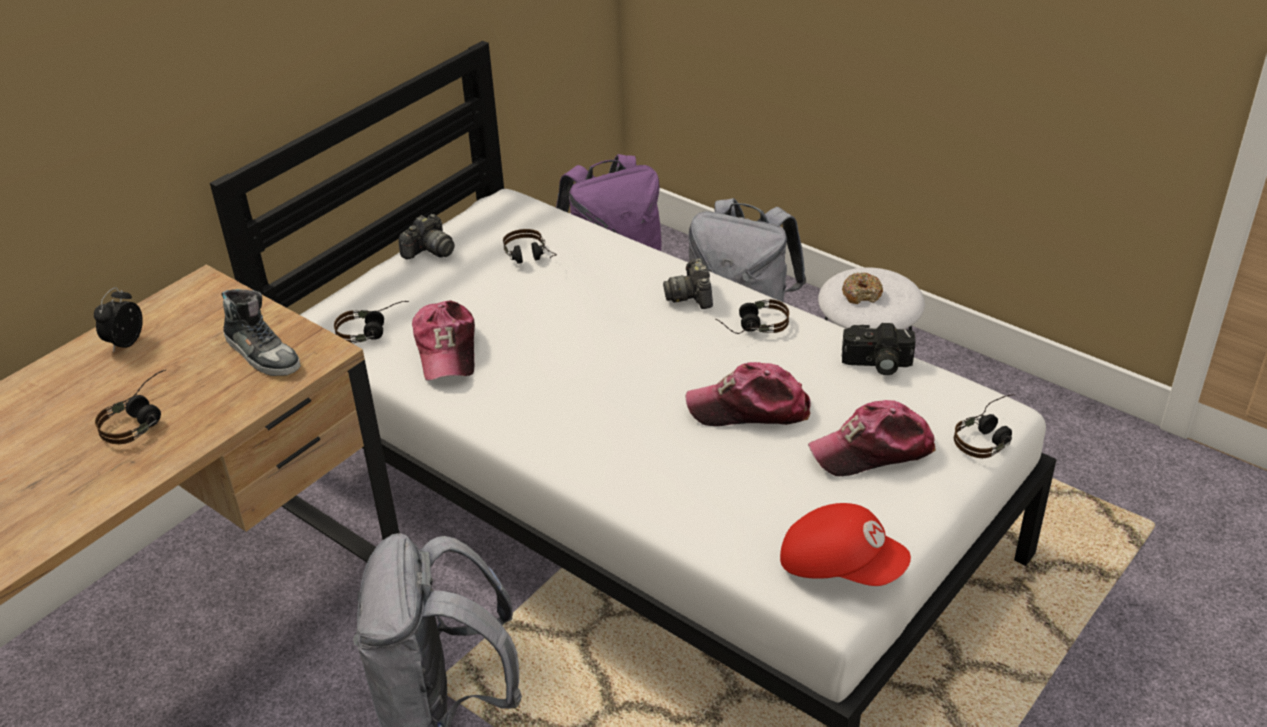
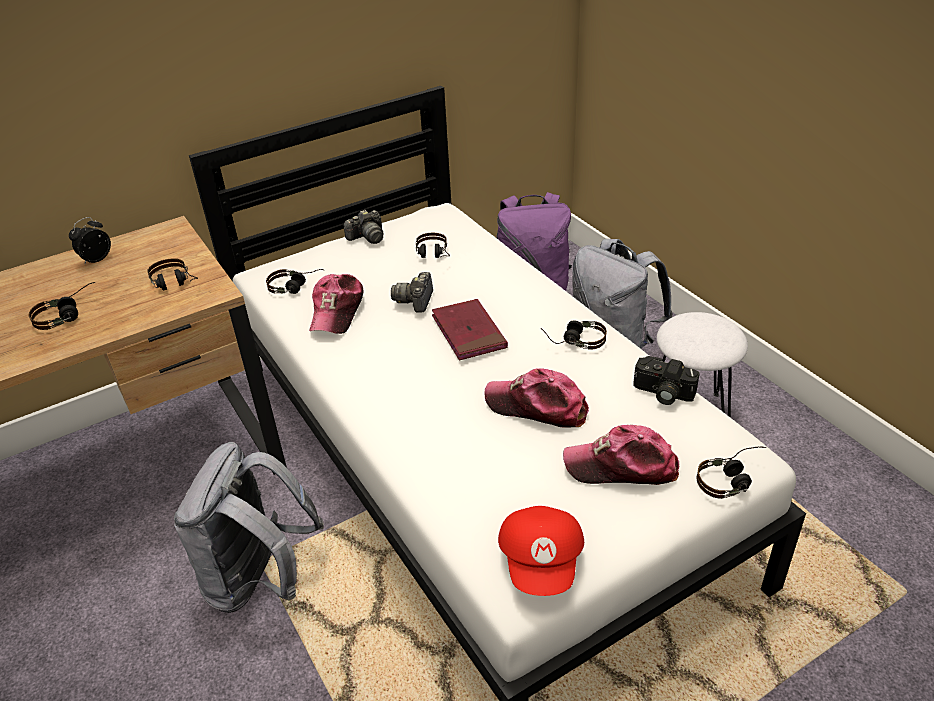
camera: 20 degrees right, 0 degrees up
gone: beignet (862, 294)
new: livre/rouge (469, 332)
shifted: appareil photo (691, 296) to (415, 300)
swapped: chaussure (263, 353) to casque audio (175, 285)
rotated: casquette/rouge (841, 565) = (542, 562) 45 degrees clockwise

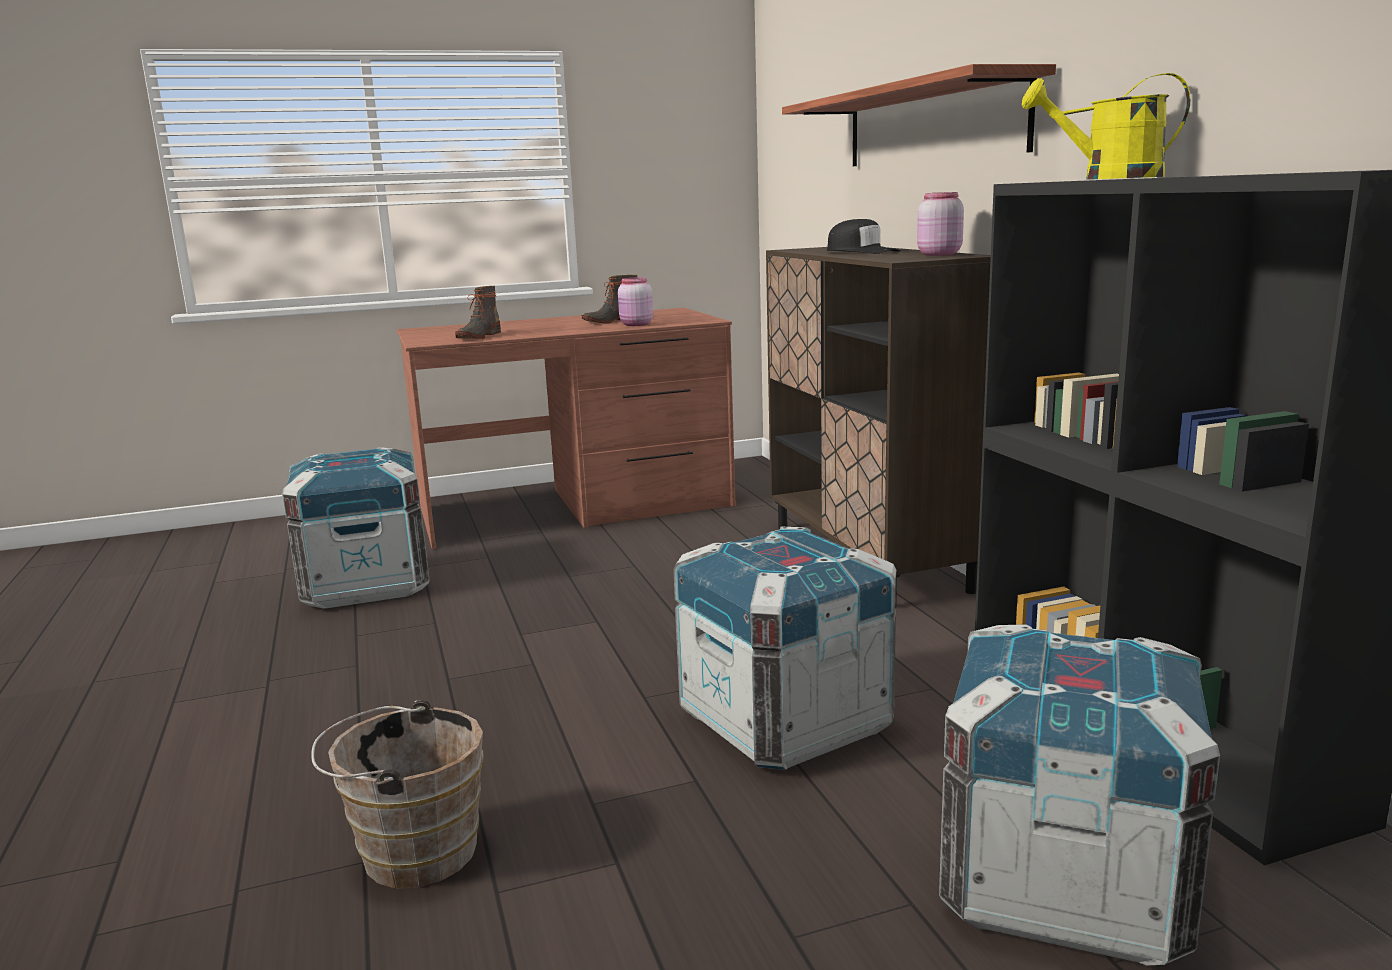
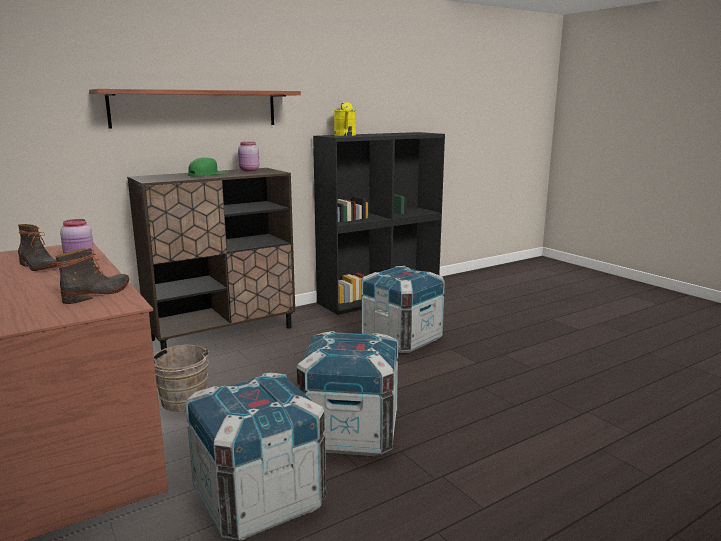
camera: 105 degrees left, 0 degrees up
shifted: caisse (1064, 883) to (350, 433); seau/marron (411, 852) to (183, 403)
repainted: casquette/noir (861, 252) to casquette/vert (207, 175)
rotated: botte (478, 336) = (98, 293) 60 degrees counterclockwise

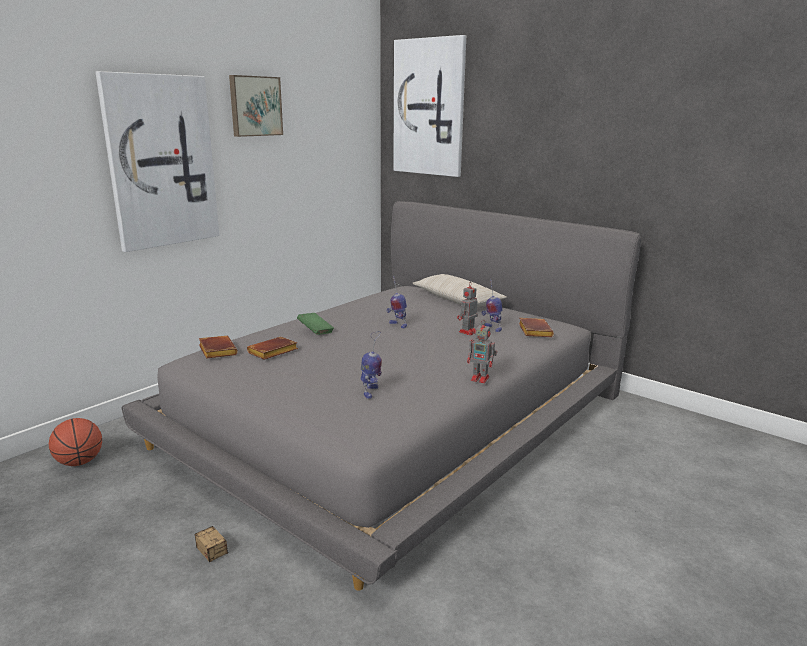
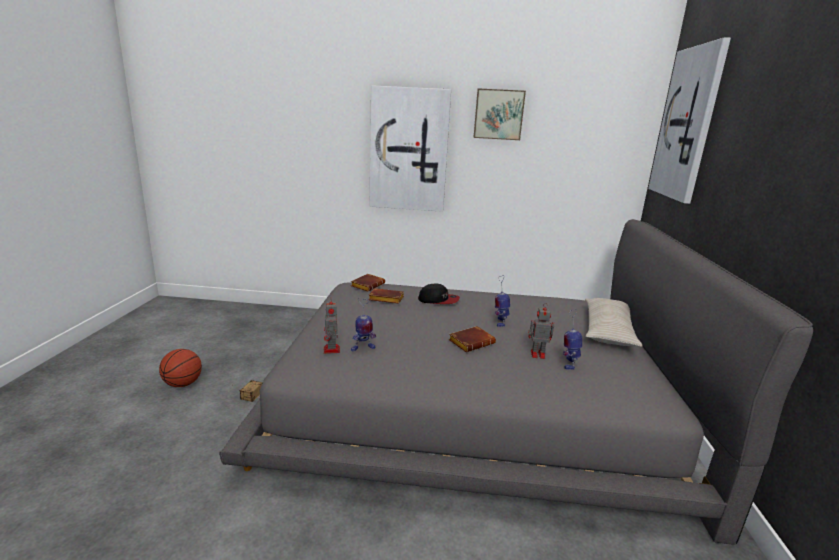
camera: 55 degrees right, 0 degrees up
shifted: livre/marron (533, 331) to (471, 342); robot jouet (481, 378) to (331, 350); ballon de basket (79, 462) to (183, 384)
swapped: livre/vert (315, 332) to casquette (438, 300)

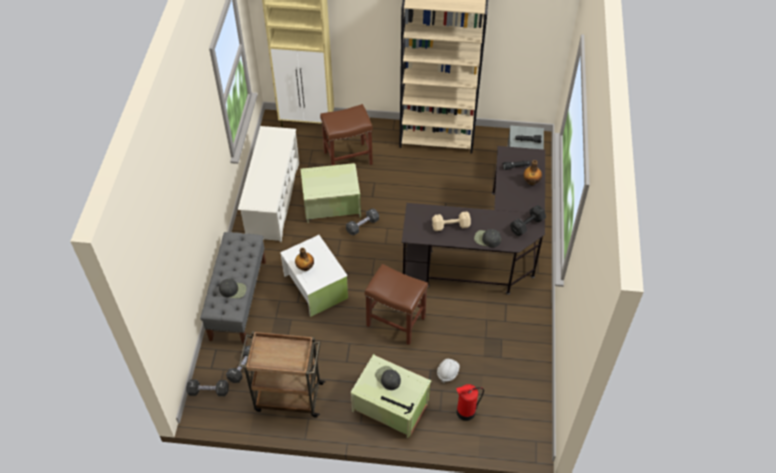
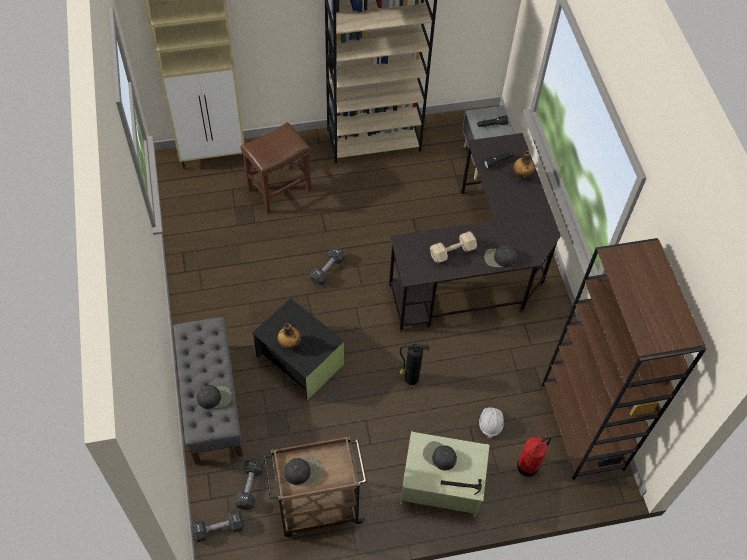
camera: 20 degrees left, 5 degrees up
gone: étagère à chaussures/blanc (273, 199); boîte de rangement/vert (331, 204); haltère/noir (526, 225)
new: bibliothèque/marron (583, 426); casquette/noir (303, 471)
swapped: tabouret/marron (396, 321) to extincteur (410, 378)
repainted: boîte de rangement/blanc (316, 286) to boîte de rangement/noir (300, 359)

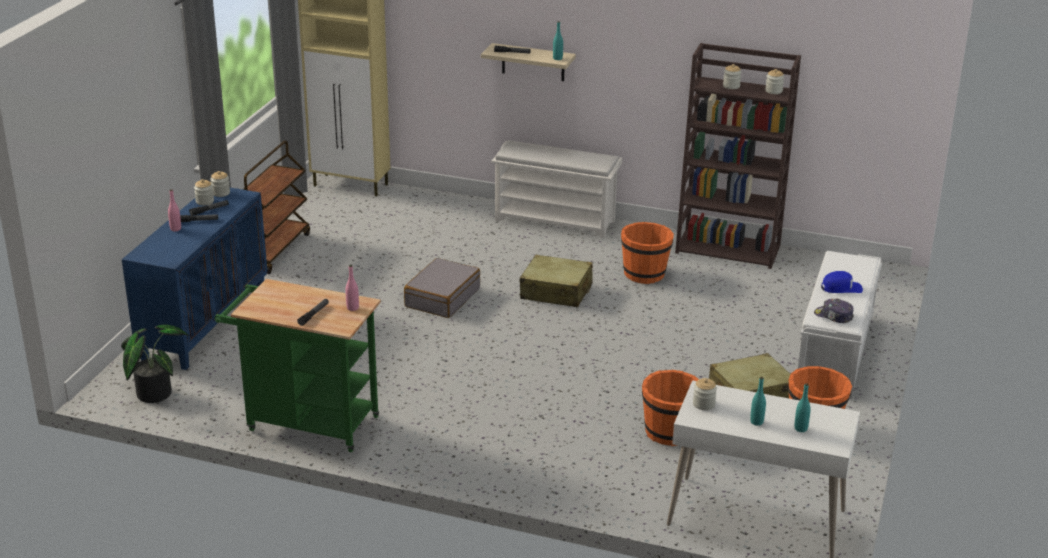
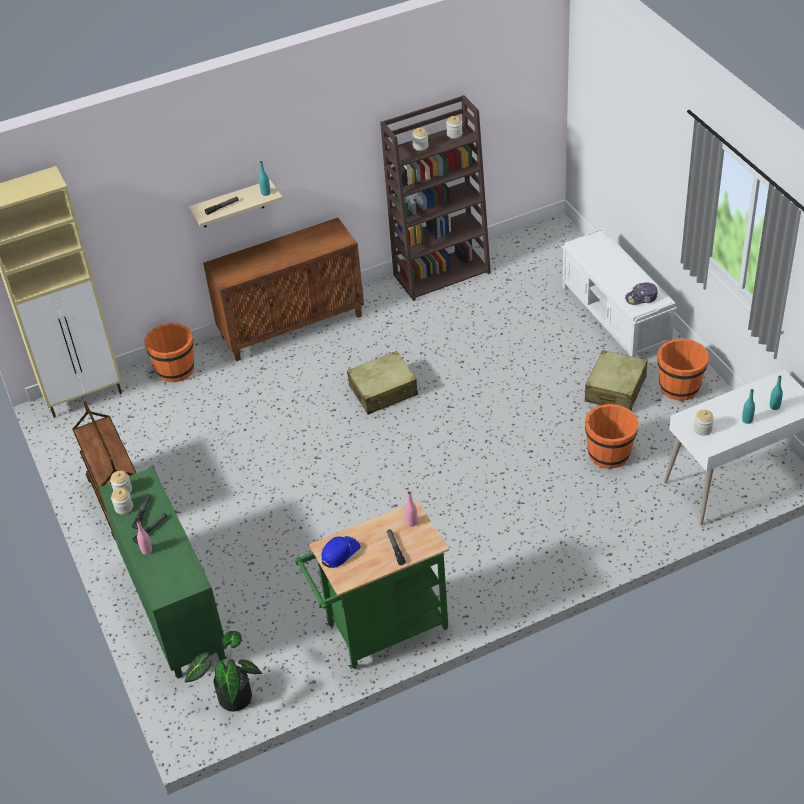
camera: 40 degrees left, 15 degrees up
gone: valise/gris (442, 298)
shifted: seau/orange (645, 274) to (175, 369); casquette/bleu (841, 288) to (340, 553)
swapped: étagère à chaussures/blanc (556, 220) to meuble de rangement/marron (292, 325)
repainted: meuble de rangement/bleu (204, 323) to meuble de rangement/vert (172, 608)

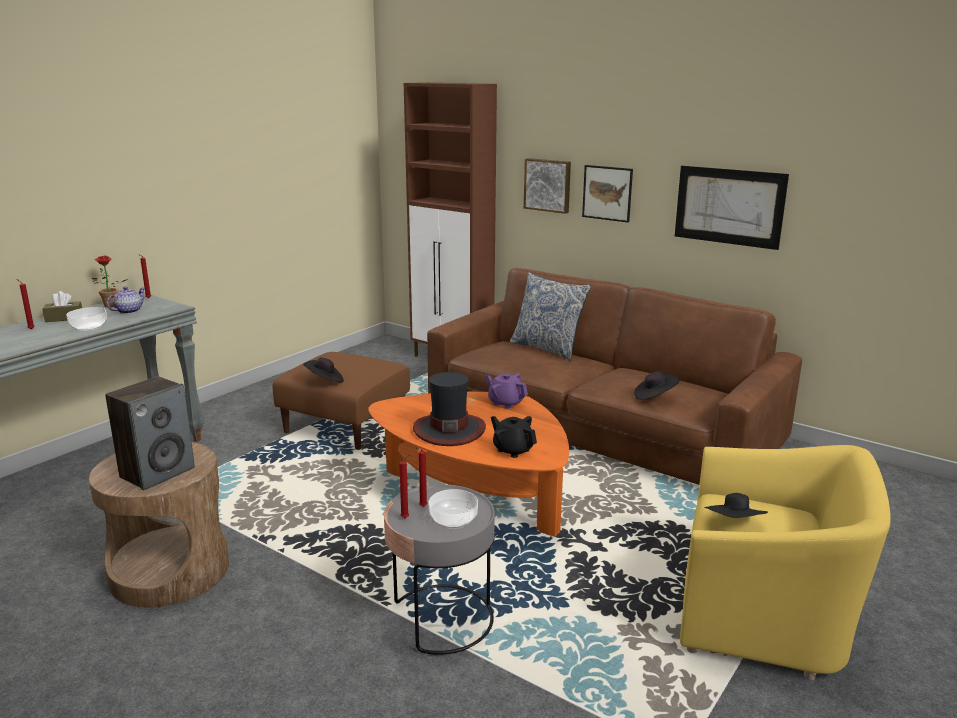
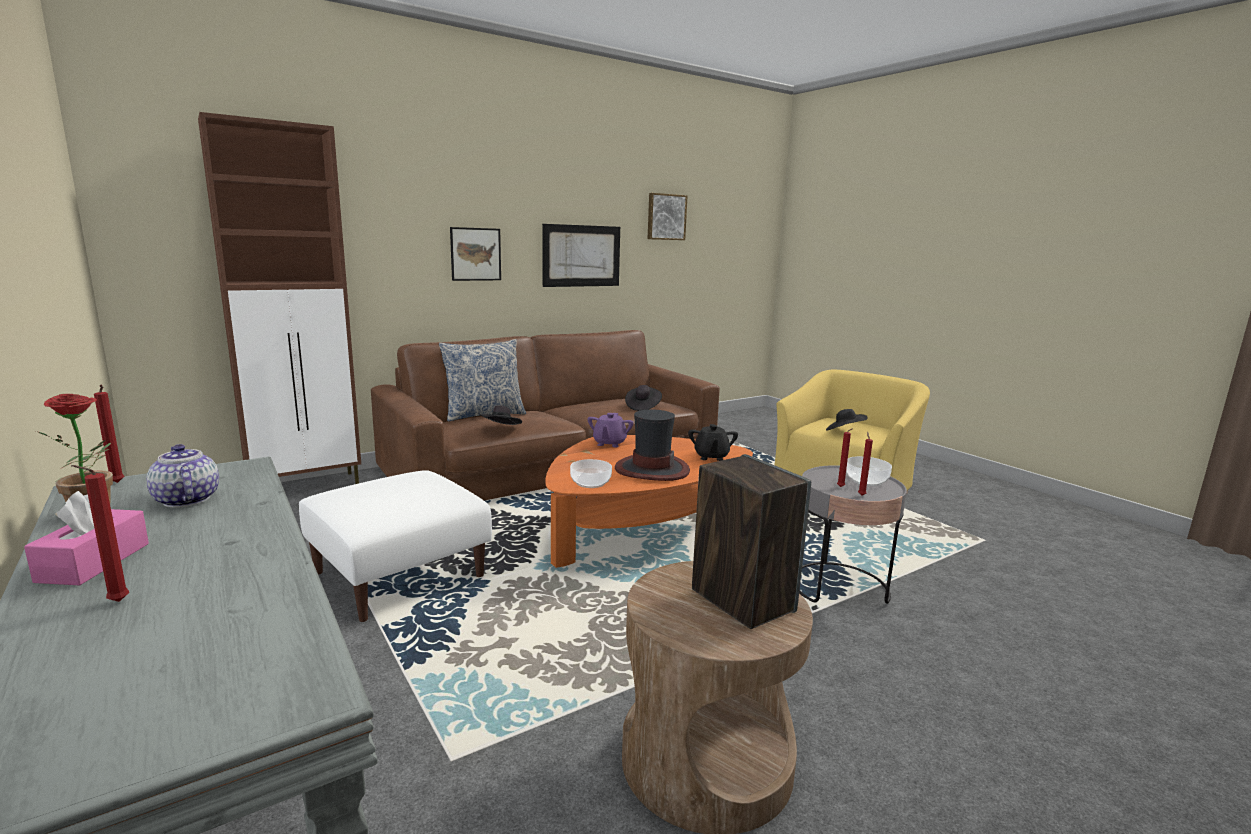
camera: 70 degrees left, 5 degrees down
shifted: tableau (548, 185) to (666, 217); bol (89, 327) to (590, 482); chapeau/noir (324, 381) to (501, 429)
repainted: boîte à mouchoirs/marron (64, 318) to boîte à mouchoirs/rose (94, 562); pouf/marron (344, 425) to pouf/blanc (398, 575)
rotated: théière/violet (505, 403) = (609, 443) 45 degrees counterclockwise; théière/noir (513, 450) = (711, 457) 60 degrees counterclockwise

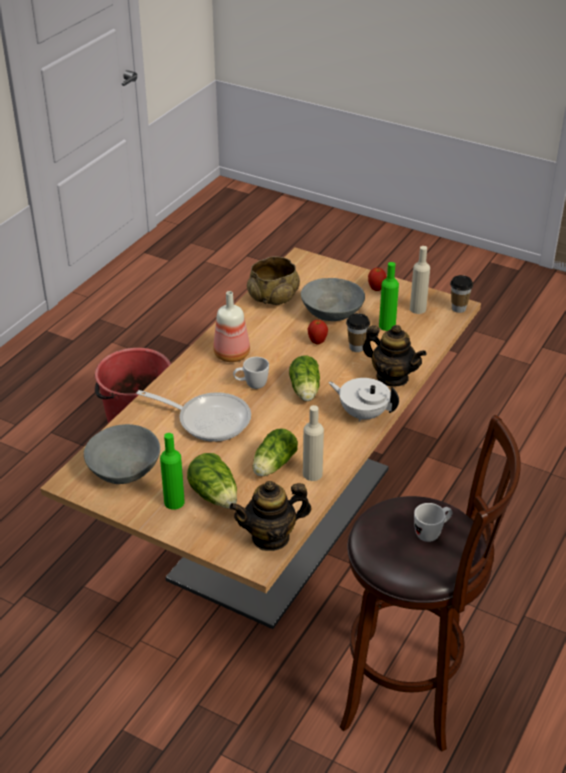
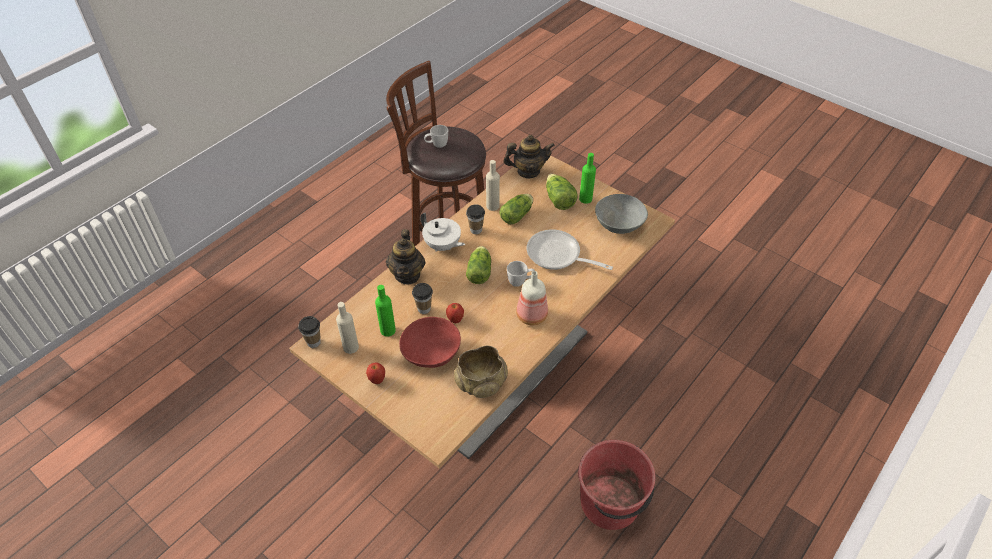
camera: 170 degrees left, 10 degrees up
new: tasse (476, 230)
repainted: bol/gris (331, 314) to bol/rouge (432, 352)
rotated: théière (392, 377) = (407, 275) 135 degrees counterclockwise

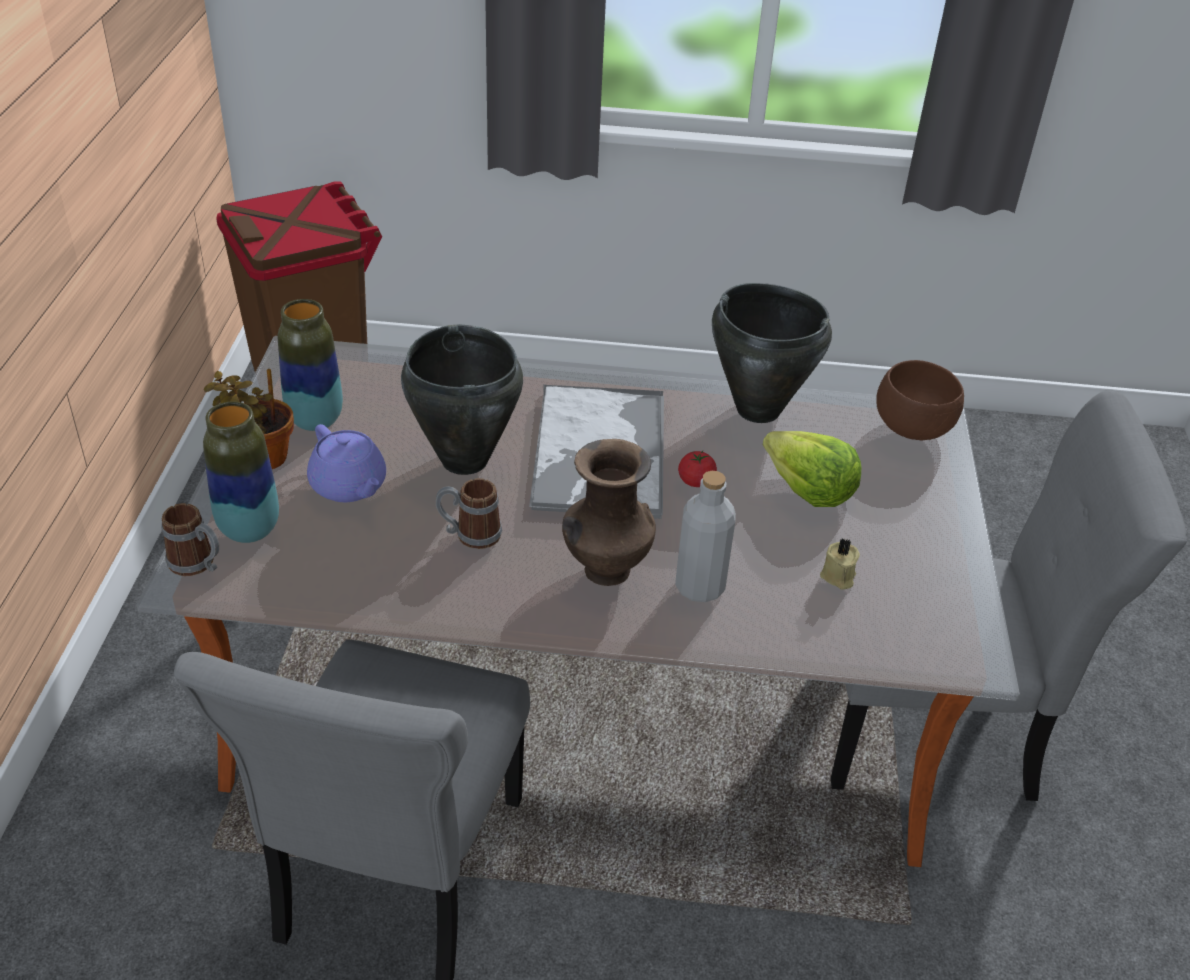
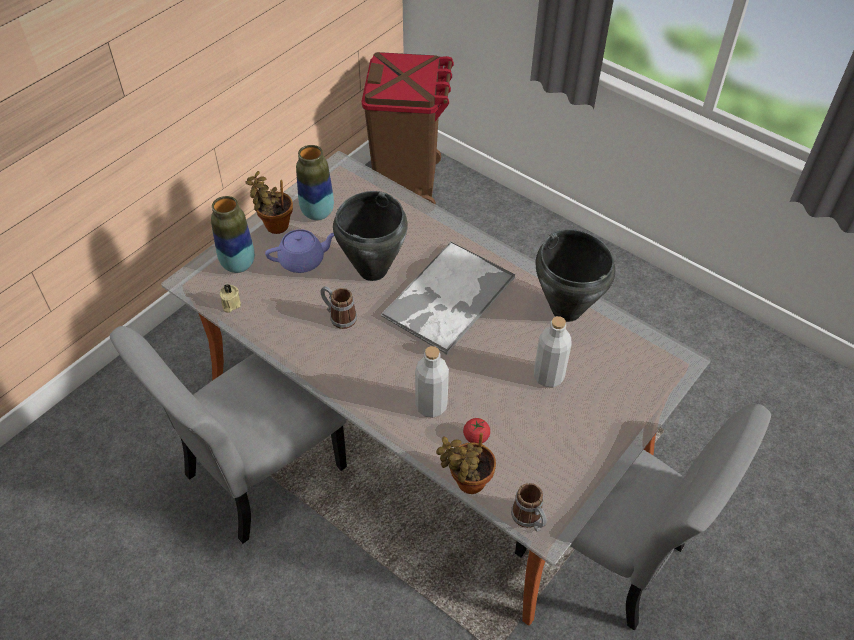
camera: 35 degrees right, 10 degrees up
gone: bol/marron (914, 429); vase/marron (605, 571)
new: plante en pot (467, 482)
shifted: tomate (696, 481) to (476, 437); mug (198, 565) to (529, 519); bougie/beige (838, 577) to (230, 304)
swapped: laitue (808, 490) to bouteille/gris (548, 376)
rotated: théière/violet (349, 486) = (303, 260) 105 degrees counterclockwise

